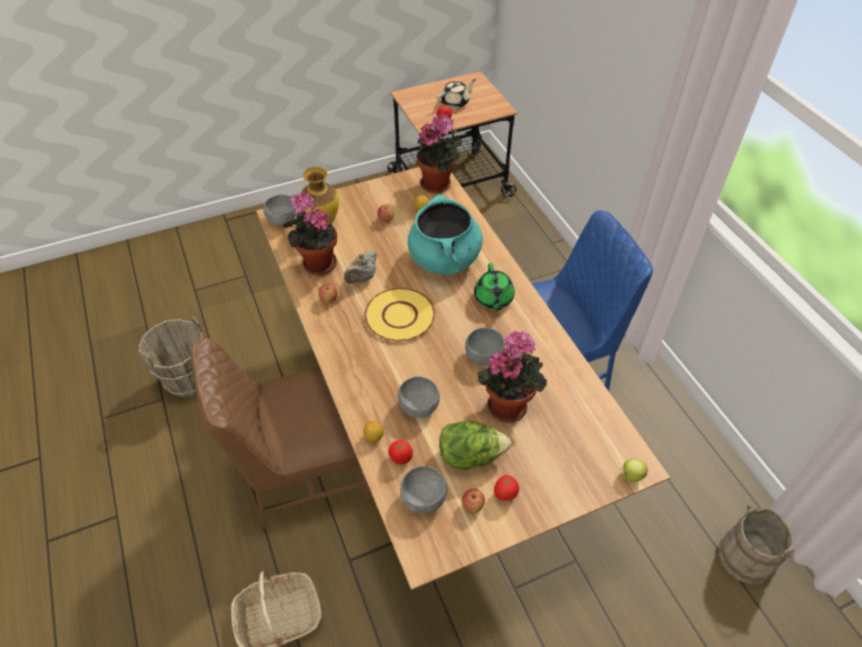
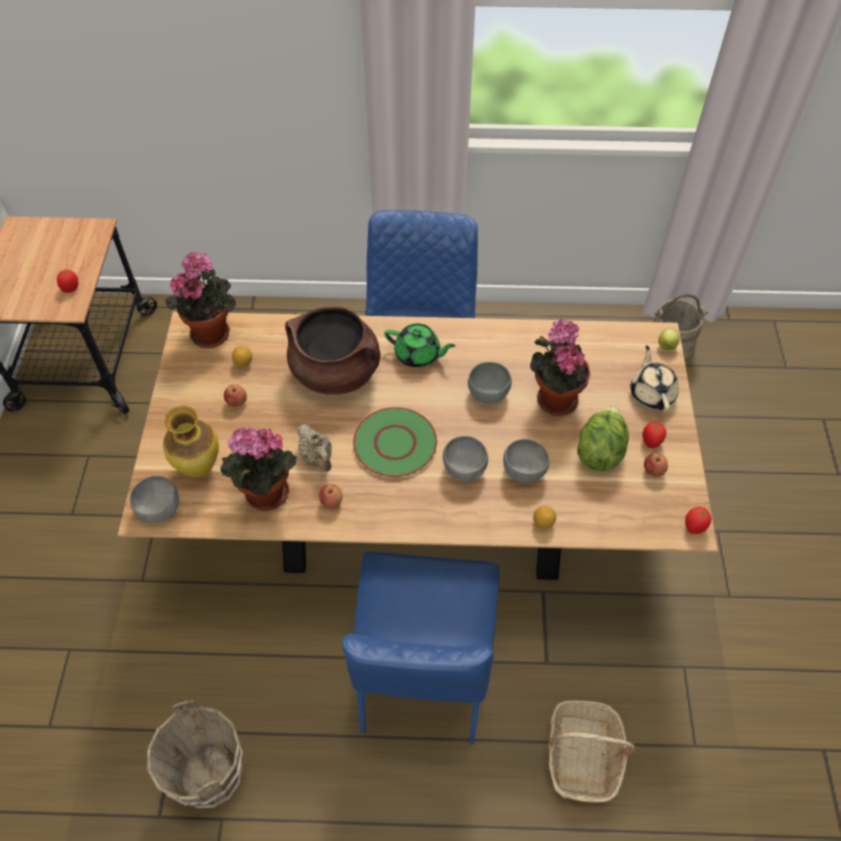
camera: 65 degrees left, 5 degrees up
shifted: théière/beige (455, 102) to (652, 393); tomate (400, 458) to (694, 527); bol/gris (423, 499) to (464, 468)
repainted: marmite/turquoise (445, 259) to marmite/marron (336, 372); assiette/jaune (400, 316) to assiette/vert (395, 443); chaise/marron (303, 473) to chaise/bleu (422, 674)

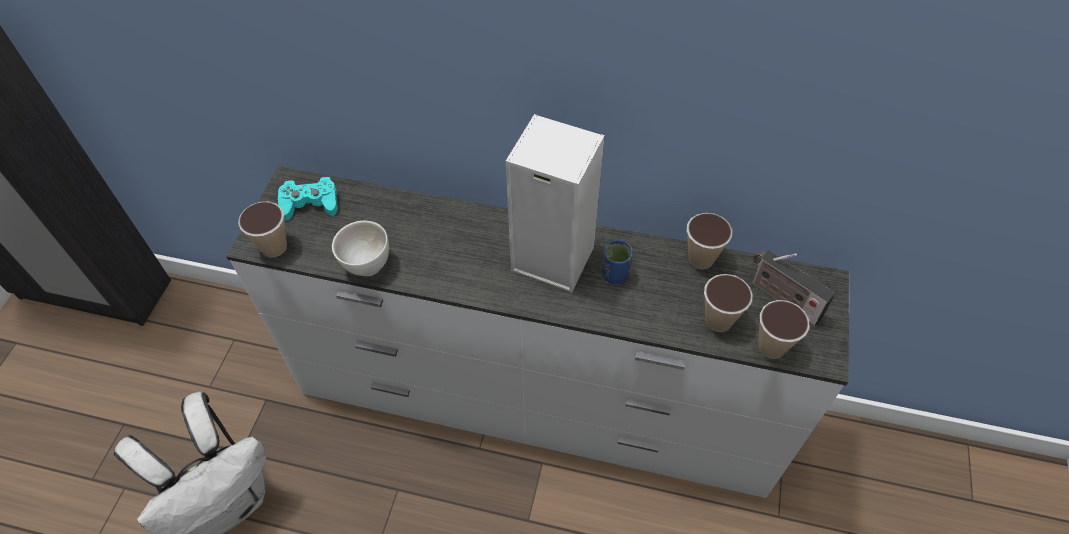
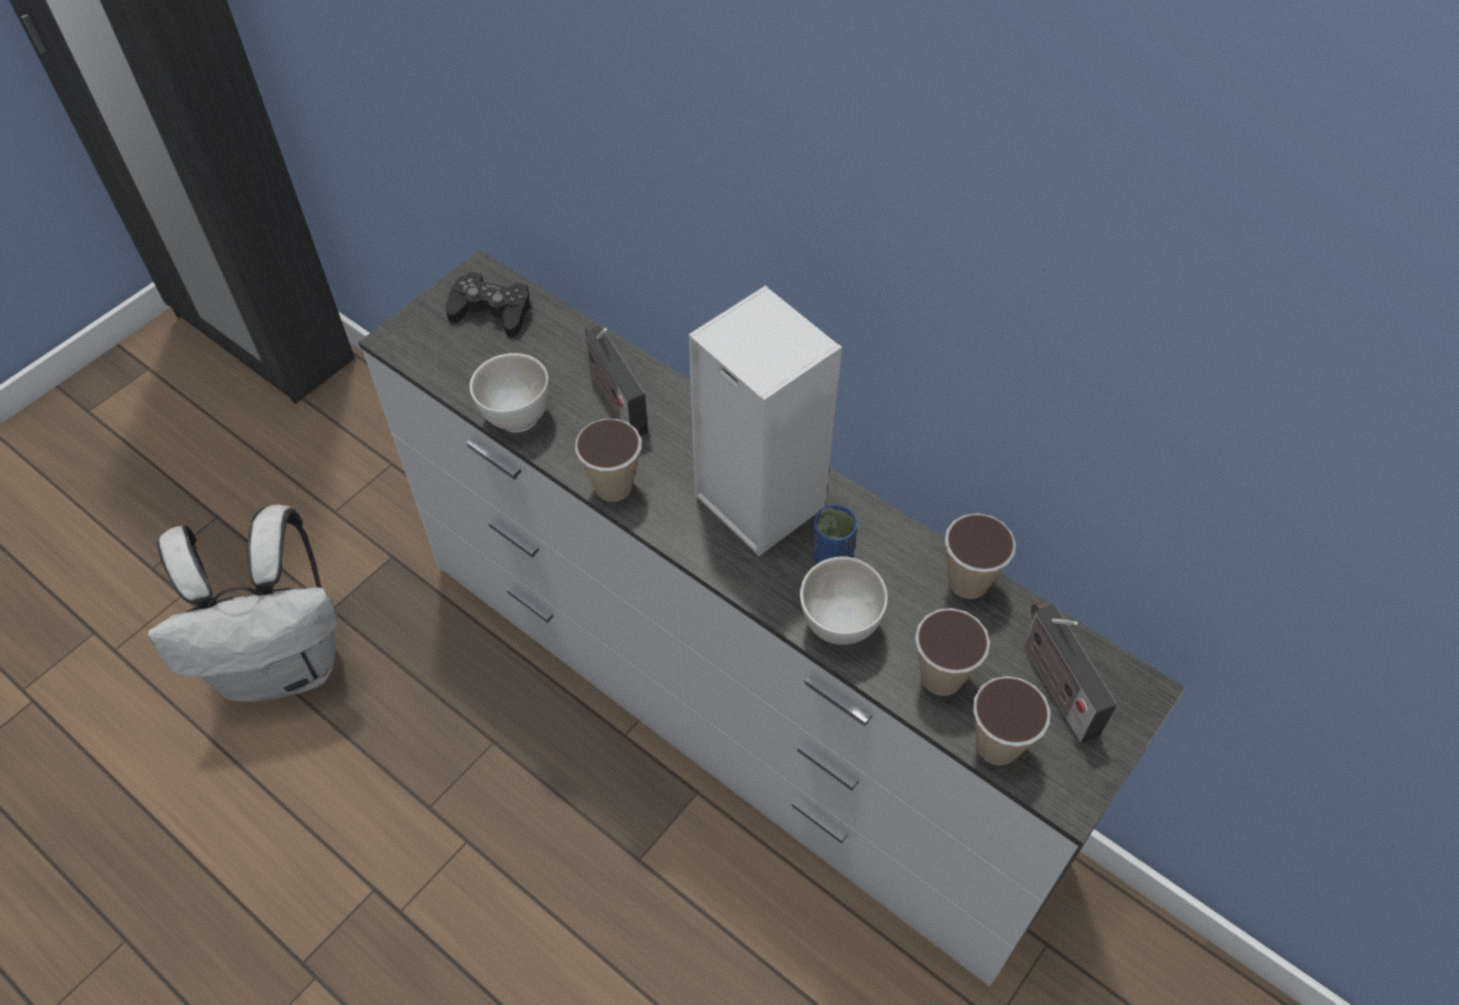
camera: 25 degrees right, 0 degrees up
new: radio (614, 398); bol/blanc (839, 626)
shifted: tasse (274, 247) to (613, 486)
repainted: manette/turquoise (310, 203) to manette/noir (491, 311)

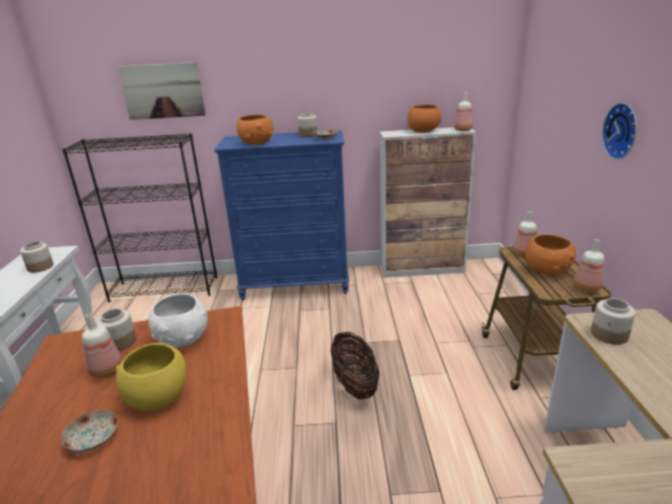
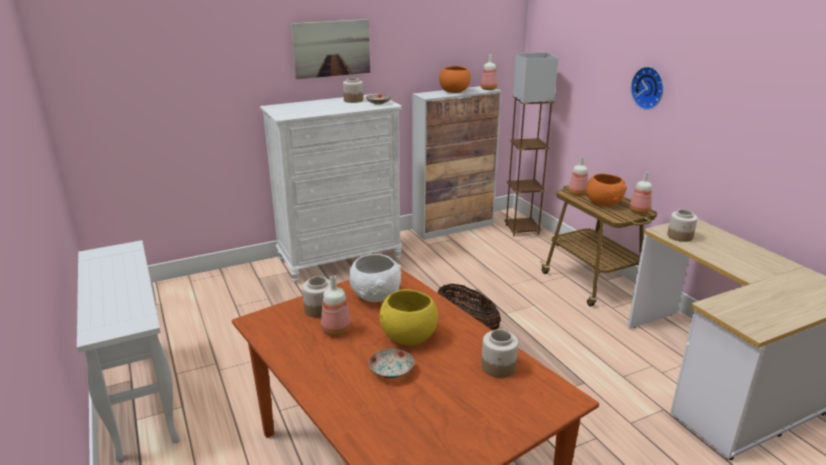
camera: 25 degrees left, 0 degrees up
gone: bol/orange (257, 143); bibliothèque/noir (165, 289)
new: lampadaire/marron (522, 230)
shifted: tableau (163, 91) to (331, 48); bocal (40, 267) to (498, 367)
repainted: commode/bleu (295, 284) to commode/blanc (340, 259)

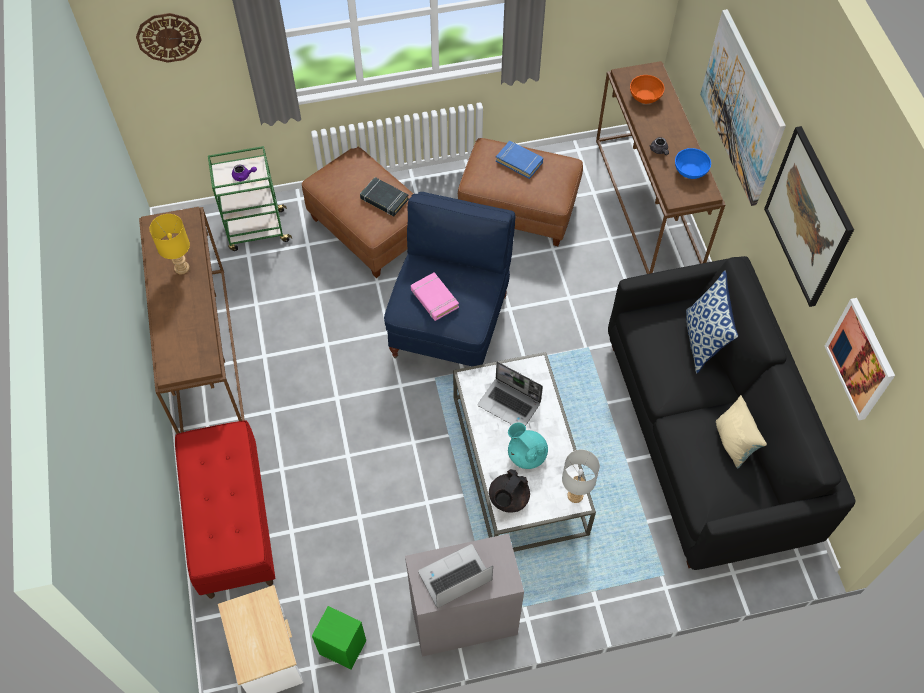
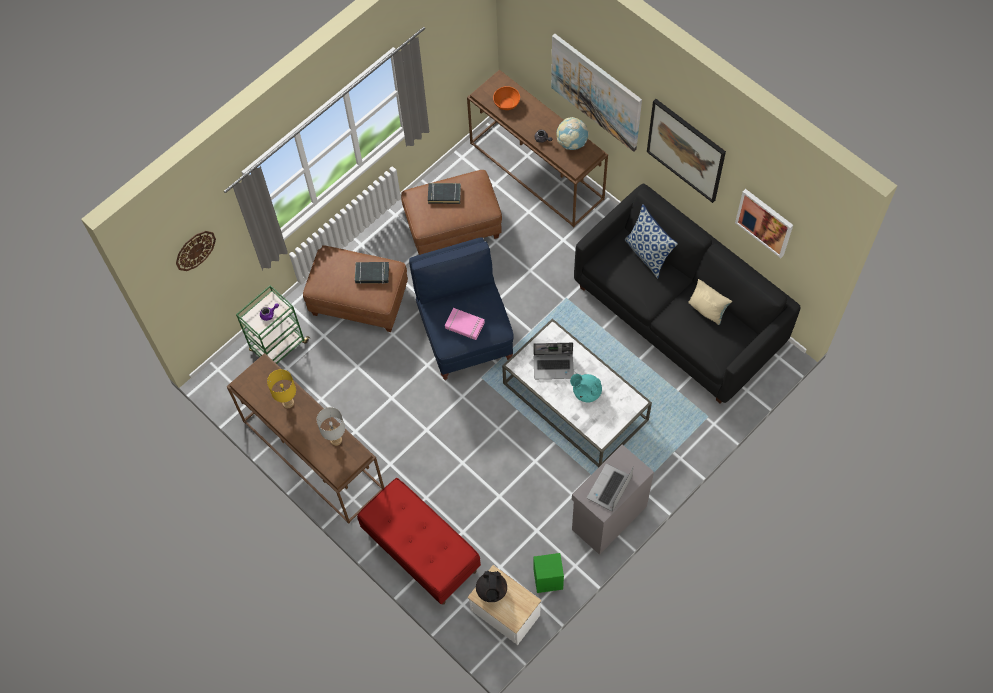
camera: 30 degrees left, 5 degrees up
shifted: lampe de table/gris (575, 496) to (336, 440); théière/noir (508, 499) to (491, 590)
swapped: bol/bleu (690, 170) to globe (572, 142)
repainted: livre/bleu (519, 161) to livre/noir (444, 194)

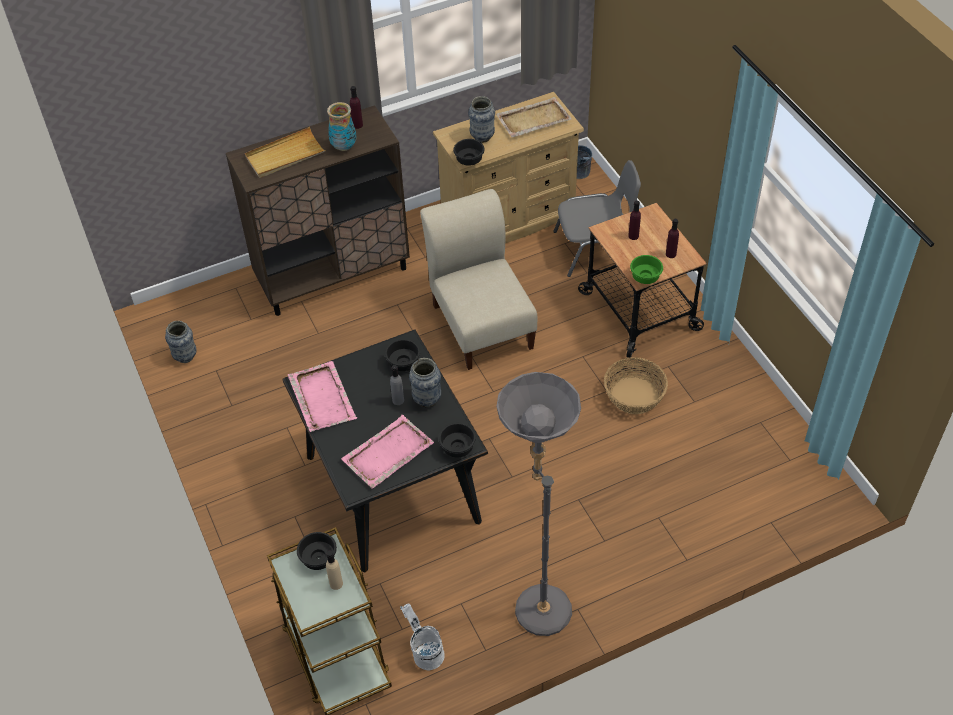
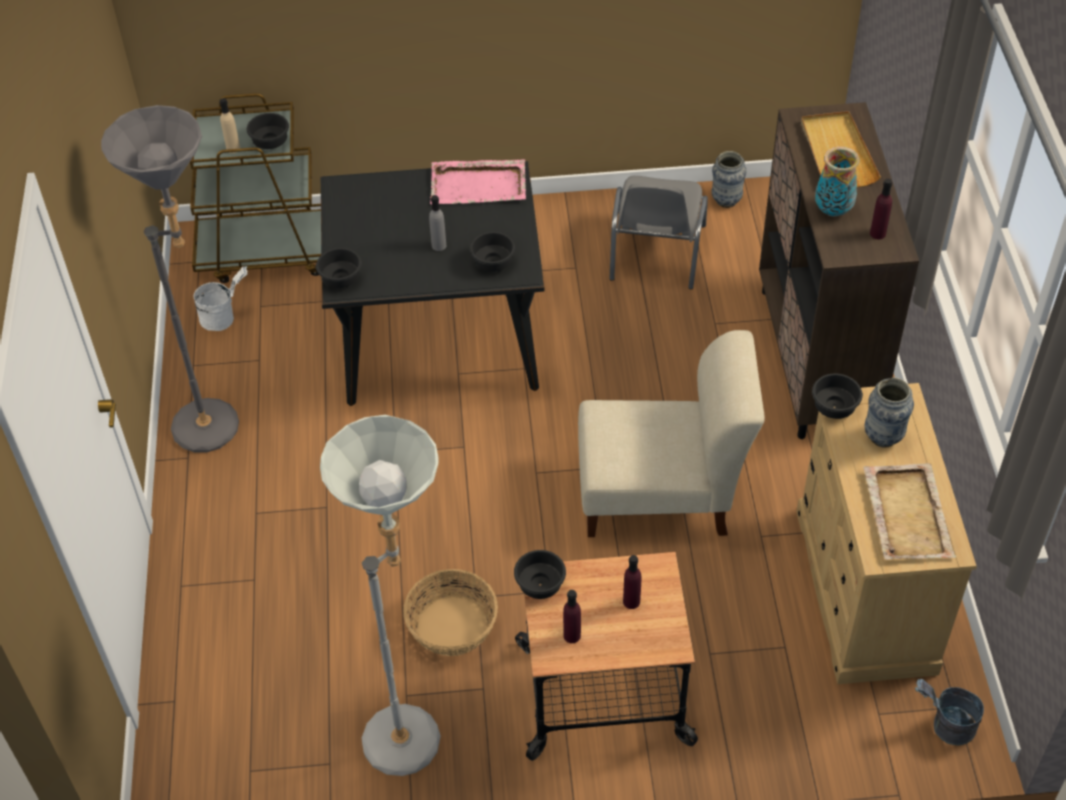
camera: 110 degrees right, 0 degrees up
gone: vase (427, 400); plateau/rose (387, 453)
new: lampadaire/gris (414, 730)
shifted: chaise/gris (595, 249) to (655, 254)
repainted: bol/vert (644, 277) to bol/noir (541, 583)

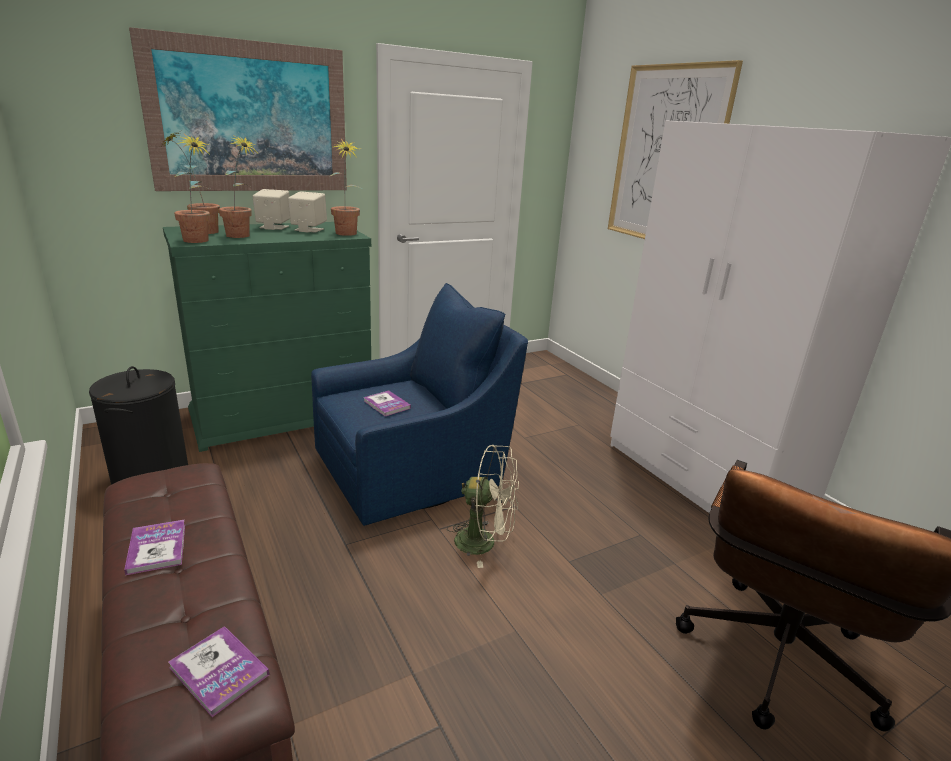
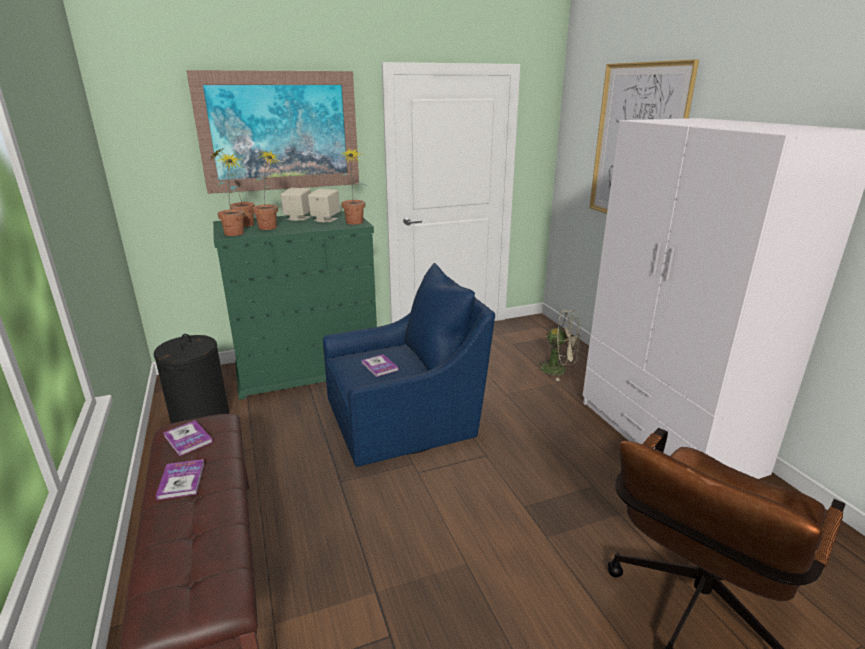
camera: 10 degrees right, 0 degrees up
shifted: ventilateur/beige (484, 543) to (559, 370); livre (219, 671) to (188, 439)

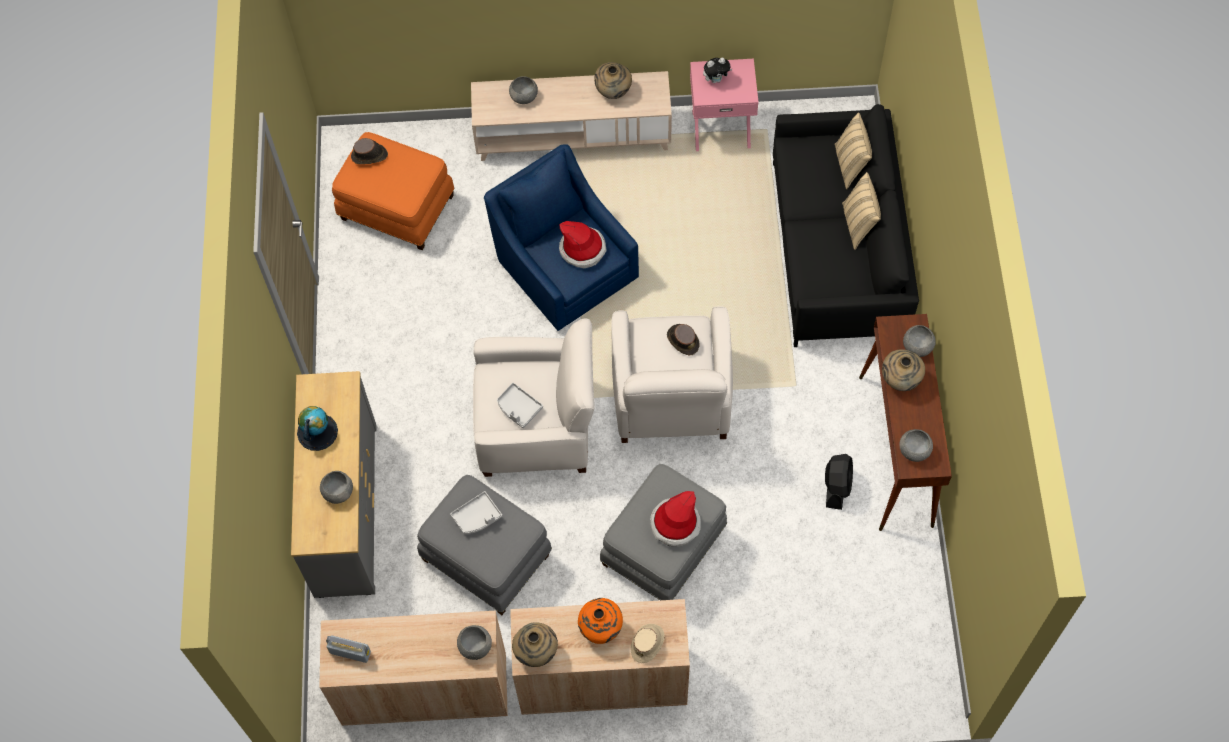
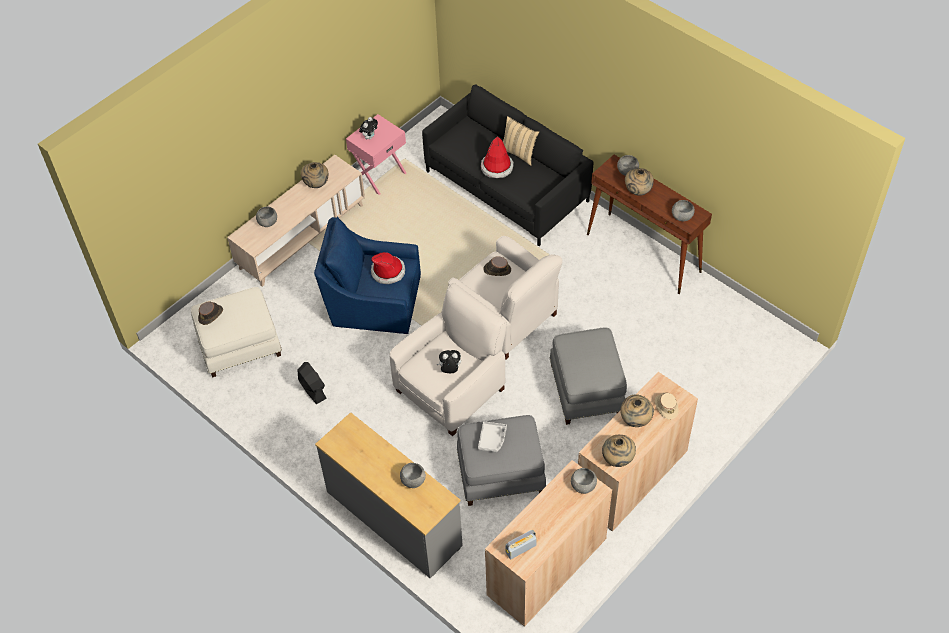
camera: 45 degrees left, 10 degrees down
gone: coussin/beige (850, 165); globe (317, 432)
shifted: ventilateur/noir (836, 486) to (312, 389); chapeau (675, 524) to (497, 167)
swapped: plateau/gris (518, 408) to peluche (450, 370)
repainted: pouf/orange (396, 209) to pouf/blanc (240, 347); vase/orange (601, 629) to vase/beige (635, 420)

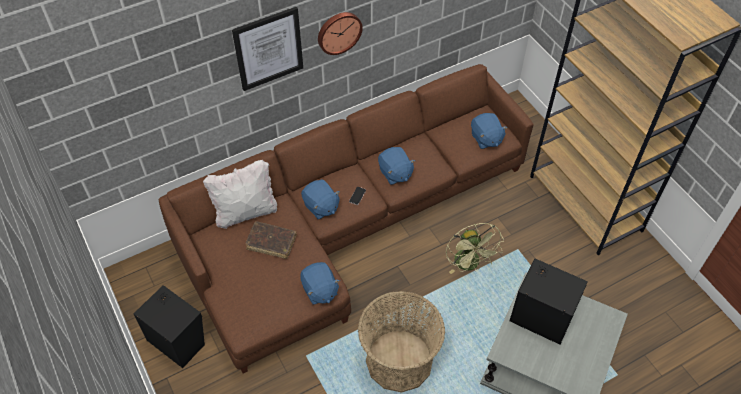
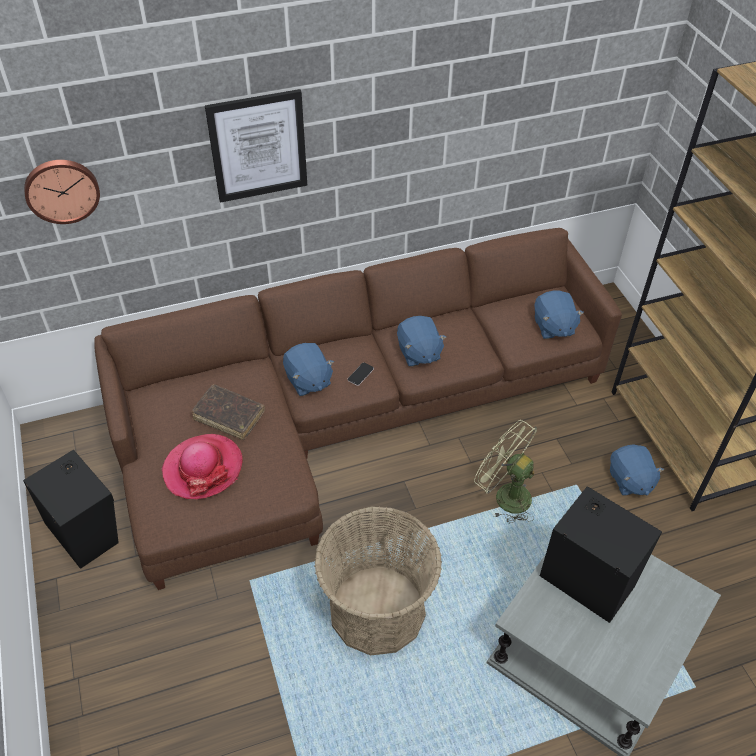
camera: 10 degrees right, 5 degrees down
gone: coussin/blanc (246, 213)
new: chapeau (203, 468)
shifted: horloge murale (338, 32) to (62, 190); peluche/bleu (319, 290) to (630, 480)
rotated: ventilateur/vert (470, 265) = (505, 495) 135 degrees clockwise

